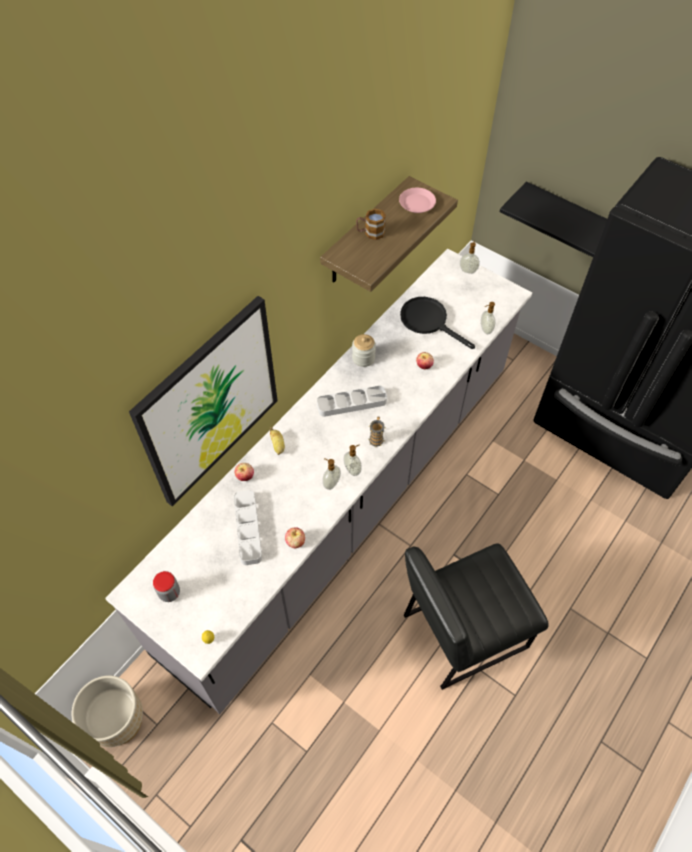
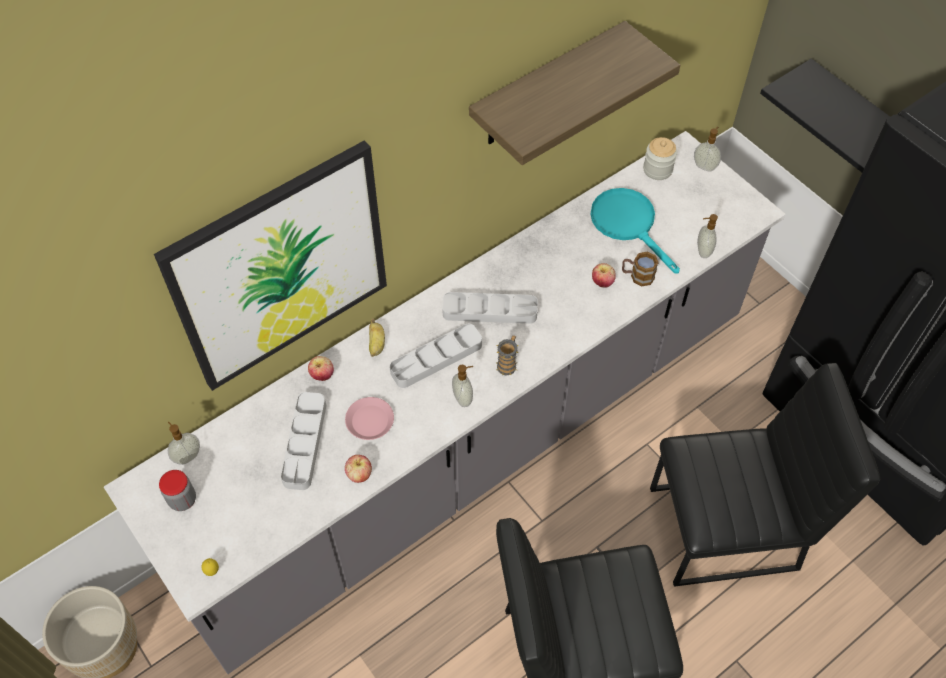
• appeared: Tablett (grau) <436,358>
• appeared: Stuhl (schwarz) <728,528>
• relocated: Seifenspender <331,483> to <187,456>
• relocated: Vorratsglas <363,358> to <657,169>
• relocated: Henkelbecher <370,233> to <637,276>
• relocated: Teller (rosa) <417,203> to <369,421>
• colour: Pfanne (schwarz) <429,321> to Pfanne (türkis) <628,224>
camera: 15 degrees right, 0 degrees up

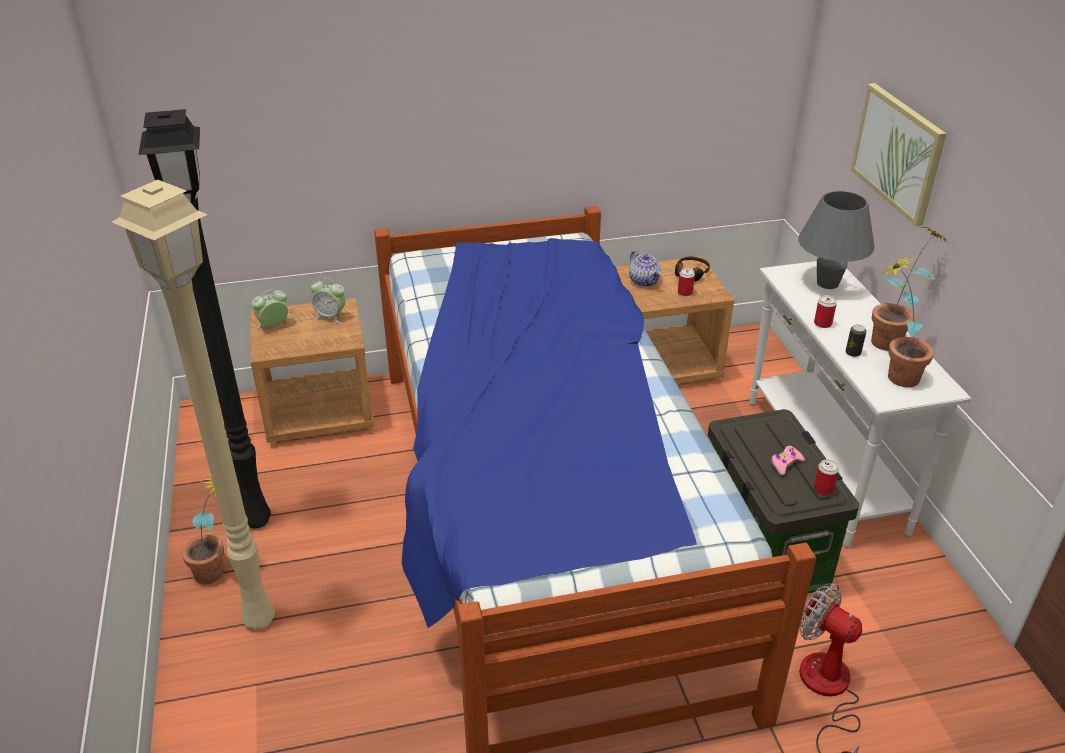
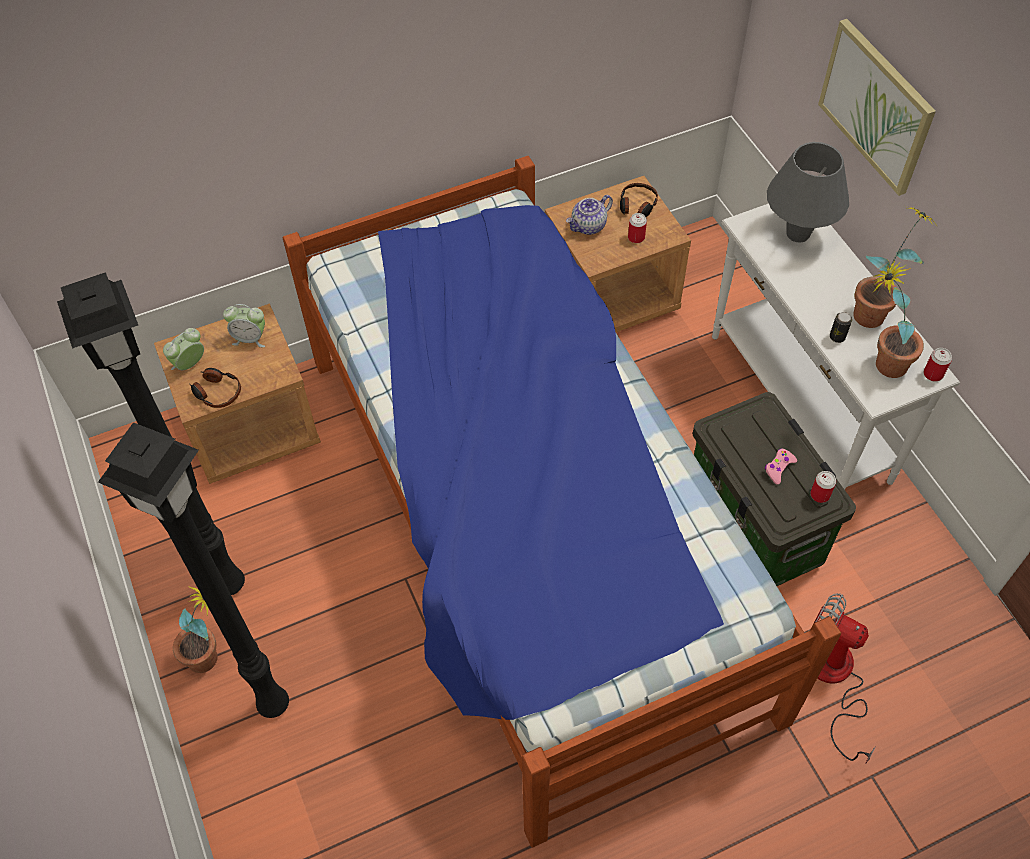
• appeared: Kopfhörer <217,392>
• relocated: Dose <822,324> to <933,374>
• colour: Stehlampe (beige) <256,620> to Stehlampe (schwarz) <271,705>
• spun: Teekanne <644,281> = <588,226> 90 degrees clockwise
camera: 10 degrees left, 20 degrees up

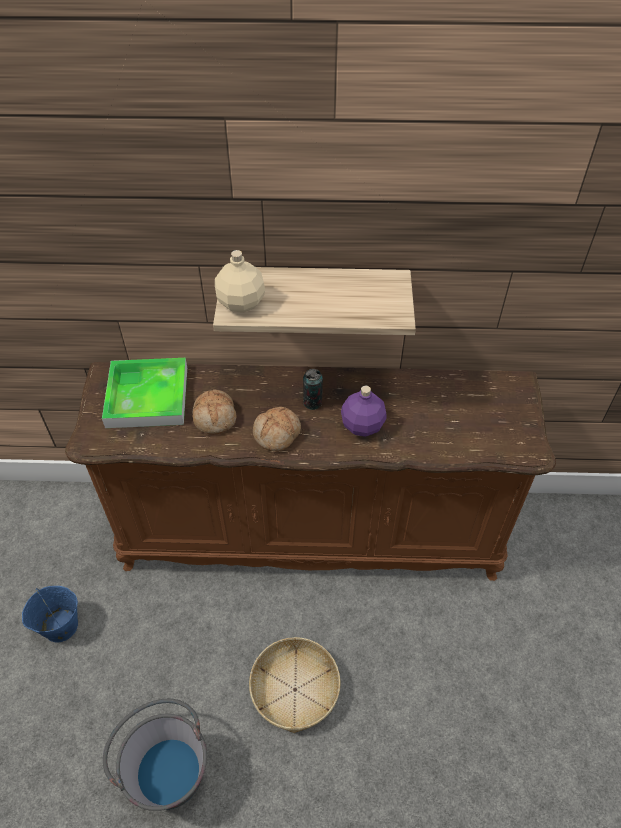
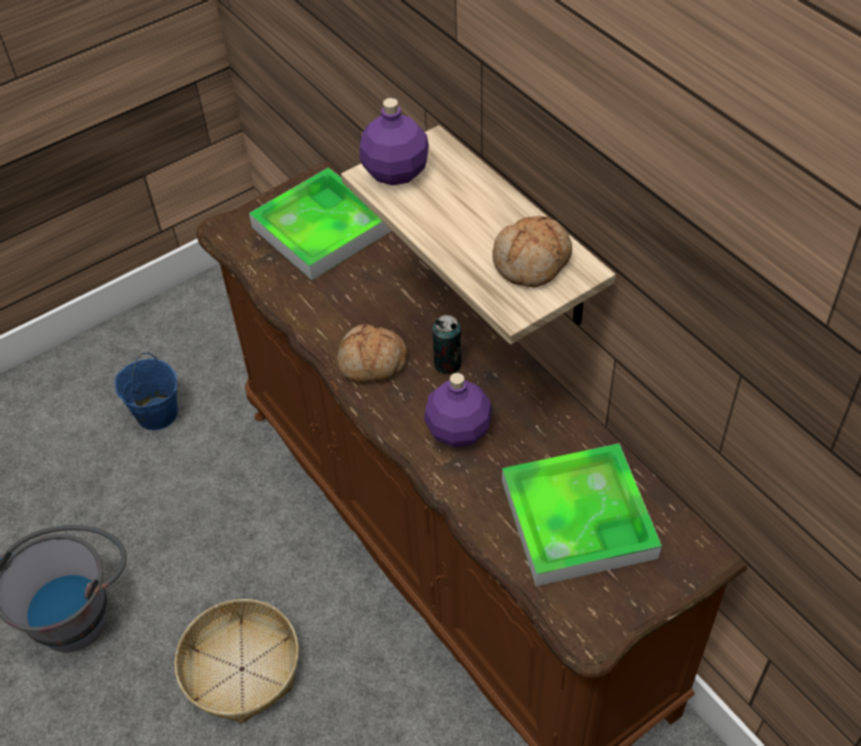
• appeared: Tablett <578,519>
• relocated: Brot <215,417> to <533,262>
• colour: Flasche (beige) <241,303> to Flasche (lila) <394,172>
camera: 55 degrees right, 0 degrees up

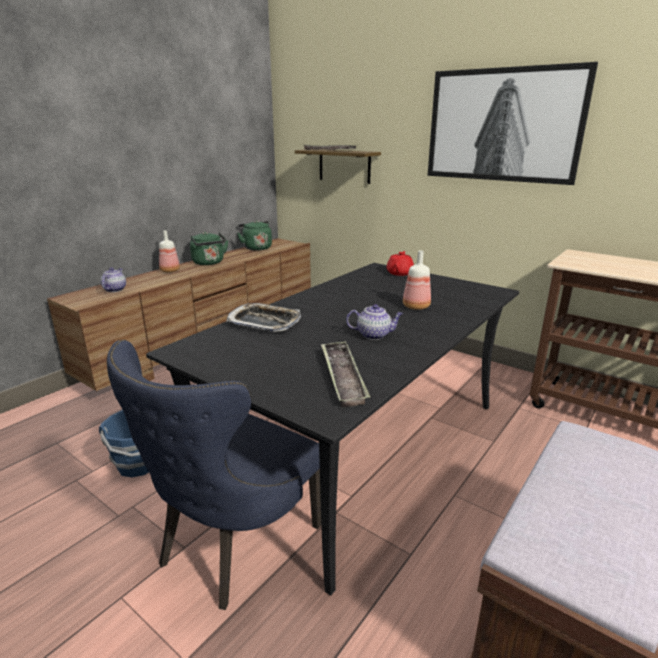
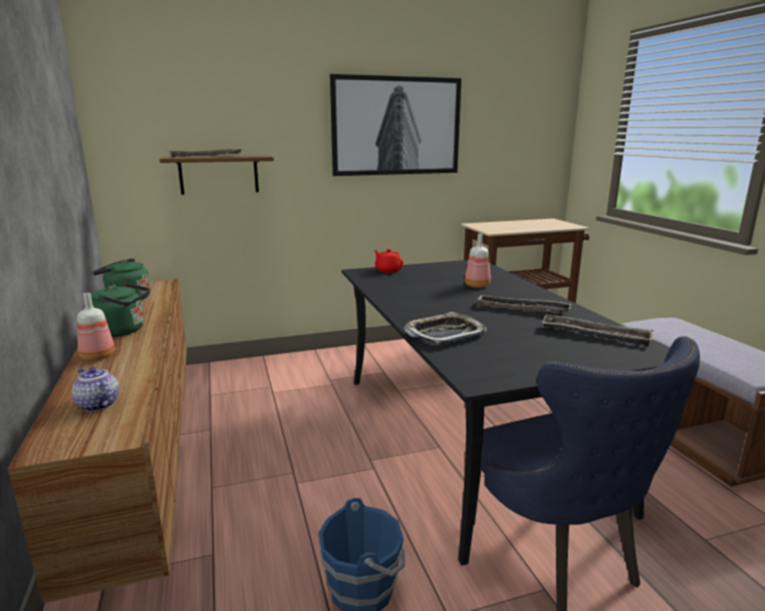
• exchanged: Teekanne <374,335> to Tablett <522,309>
camera: 55 degrees left, 5 degrees down

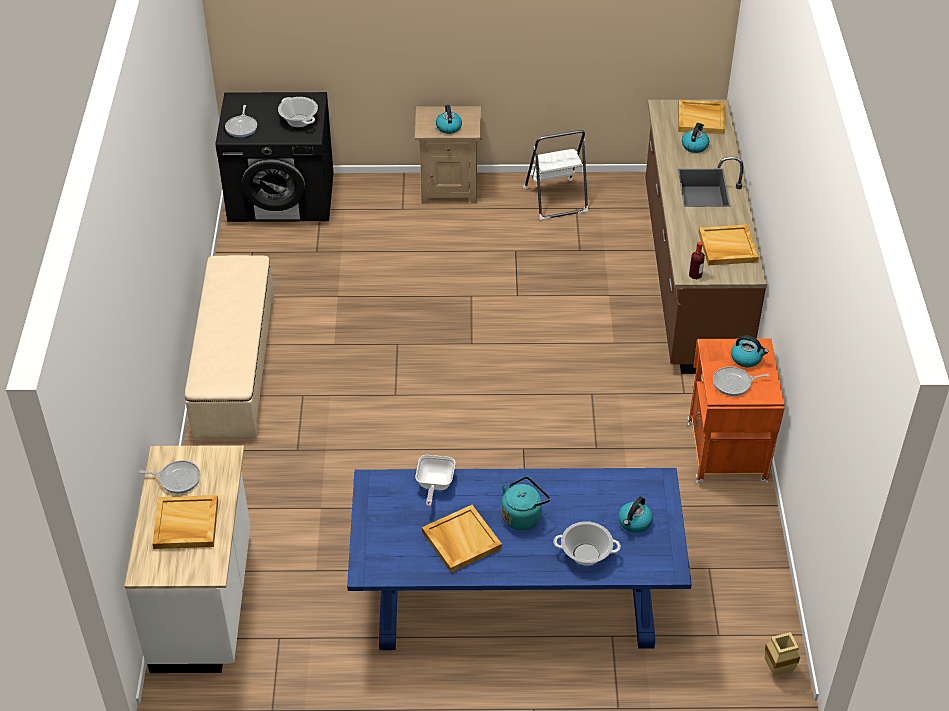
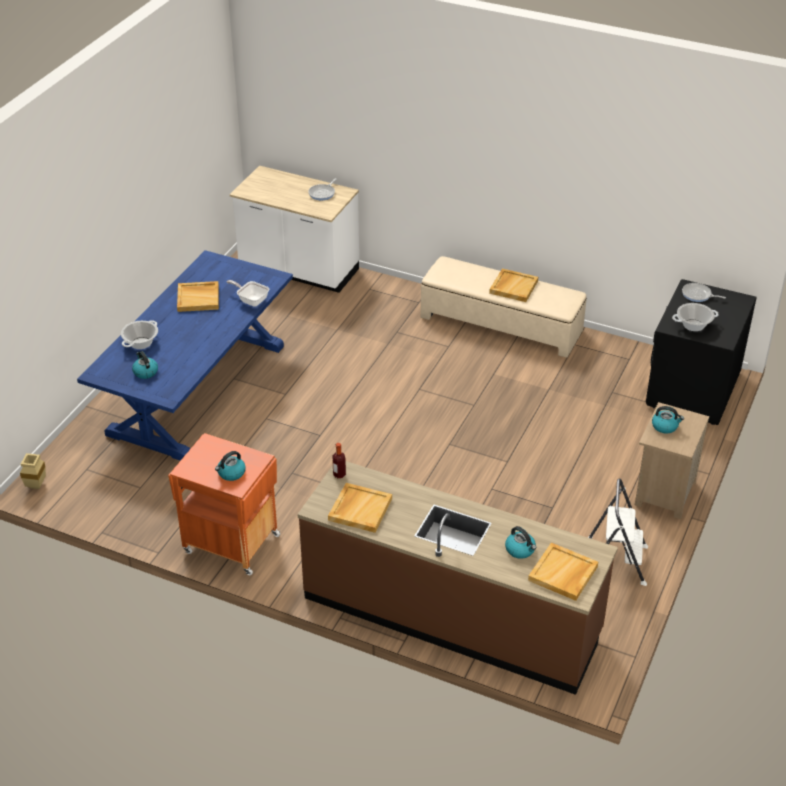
• missing: Wasserkessel (türkis) <523,516>
• missing: Pfanne <734,383>
• relocated: Tablett (beige) <185,524> to <513,287>
camera: 115 degrees right, 5 degrees down

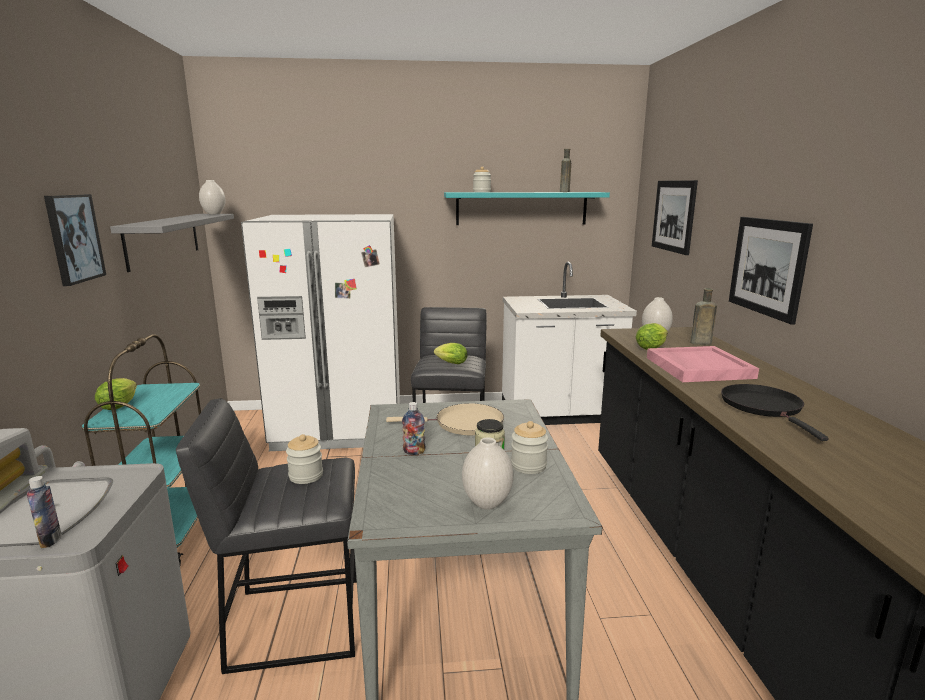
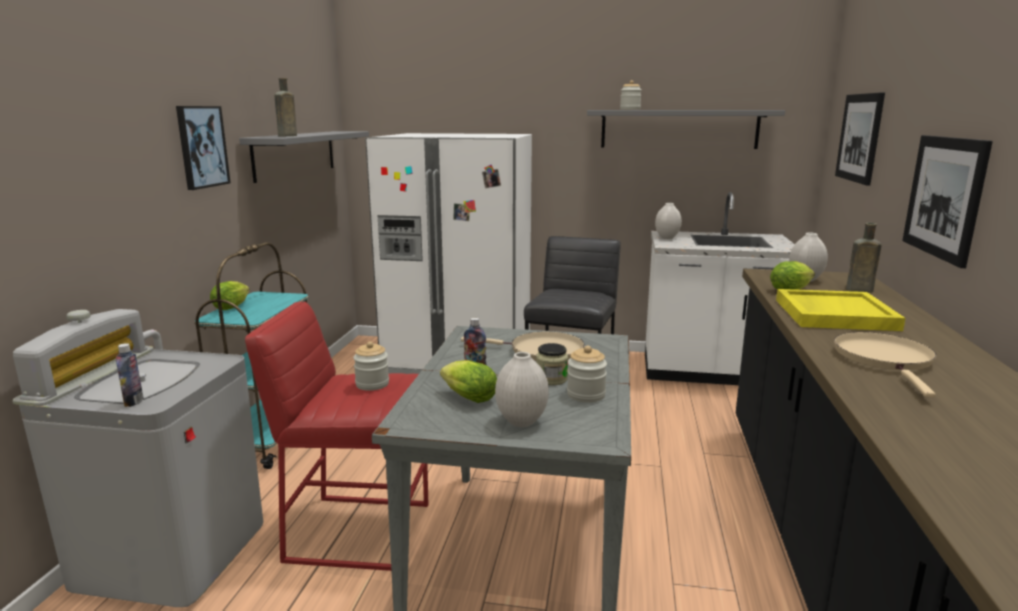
• relocated: Vase (weiß) <214,214> to <667,238>
• relocated: Salatkopf <449,363> to <466,398>
• relocated: Flasche (braun) <564,192> to <286,136>
• colour: Hocker (grau) <293,622> to Hocker (rot) <357,531>
• colour: Wandregal (türkis) <521,208> to Wandregal (grau) <679,129>
• colour: Tablett (rosa) <697,367> to Tablett (gelb) <833,314>
• colour: Pfanne (schwarz) <764,407> to Pfanne (beige) <885,360>
camera: 15 degrees right, 0 degrees up

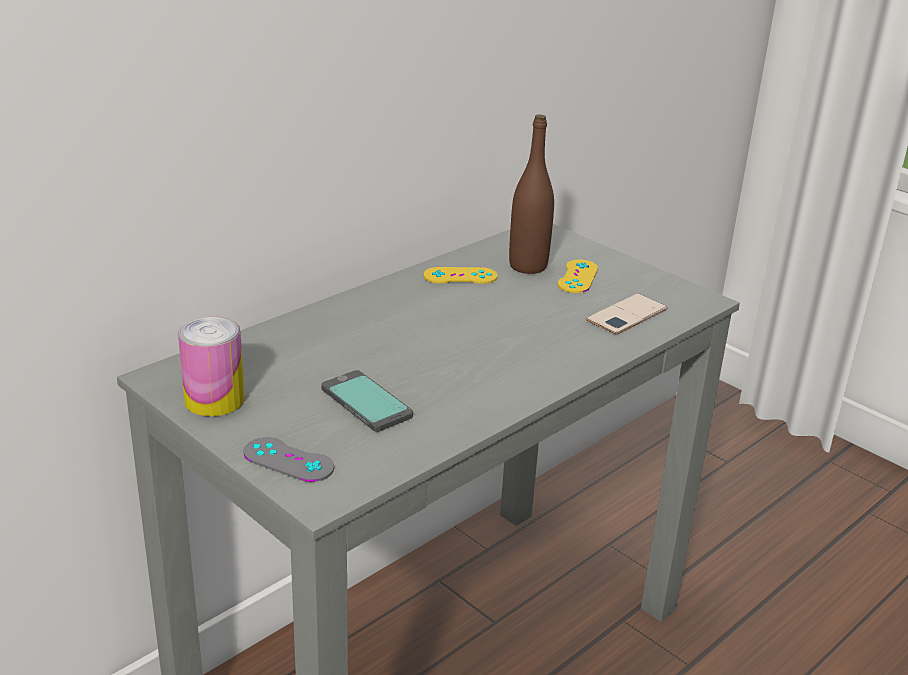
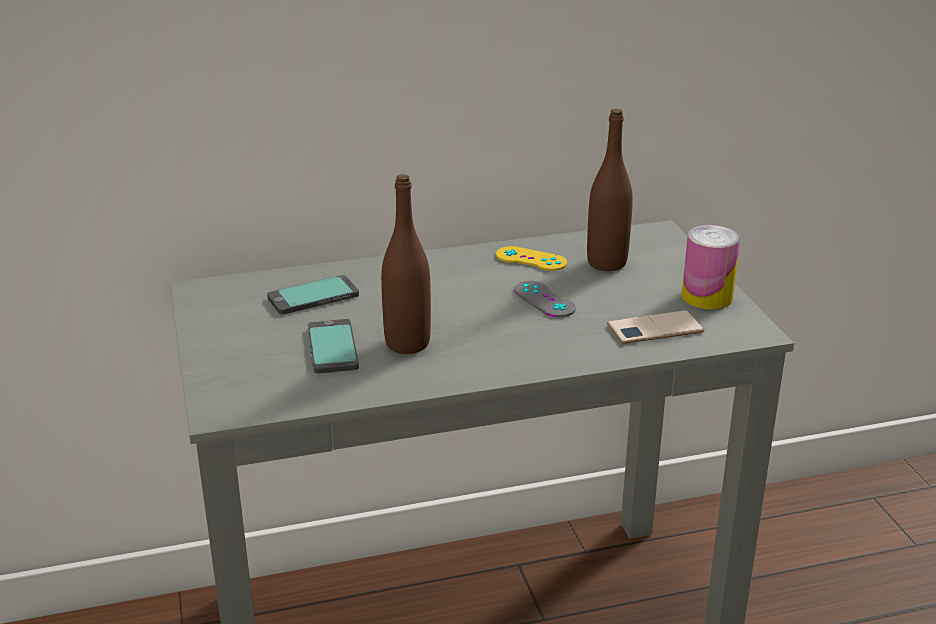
• missing: Gamepad (gelb) <577,277>
• appeared: Handy <313,297>
• appeared: Flasche (braun) <407,343>
• relocated: Dose <214,400> to <707,297>
• relocated: Gamepad (grau) <288,460> to <544,299>
camera: 30 degrees right, 0 degrees up

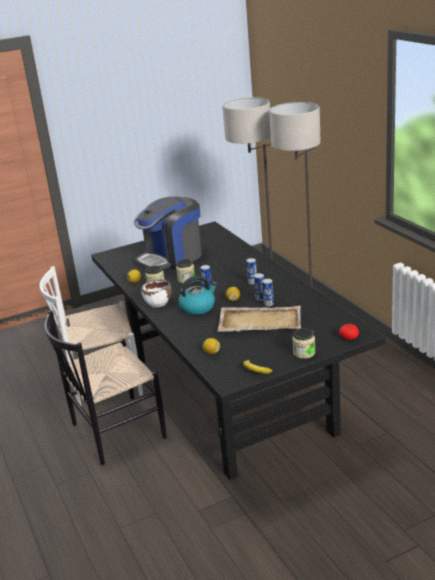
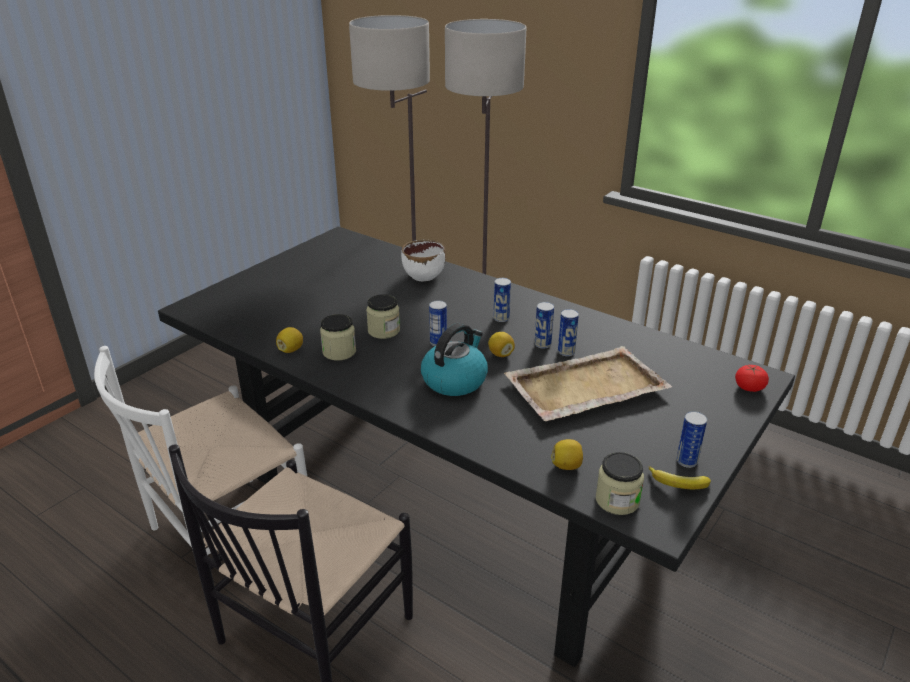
• missing: Kaffeemaschine <172,258>
• appeared: Dose <687,461>
• relocated: Schüssel (weiß) <158,303> to <424,276>
• relocated: Vorratsglas <304,353> to <617,500>
camera: 30 degrees left, 5 degrees up

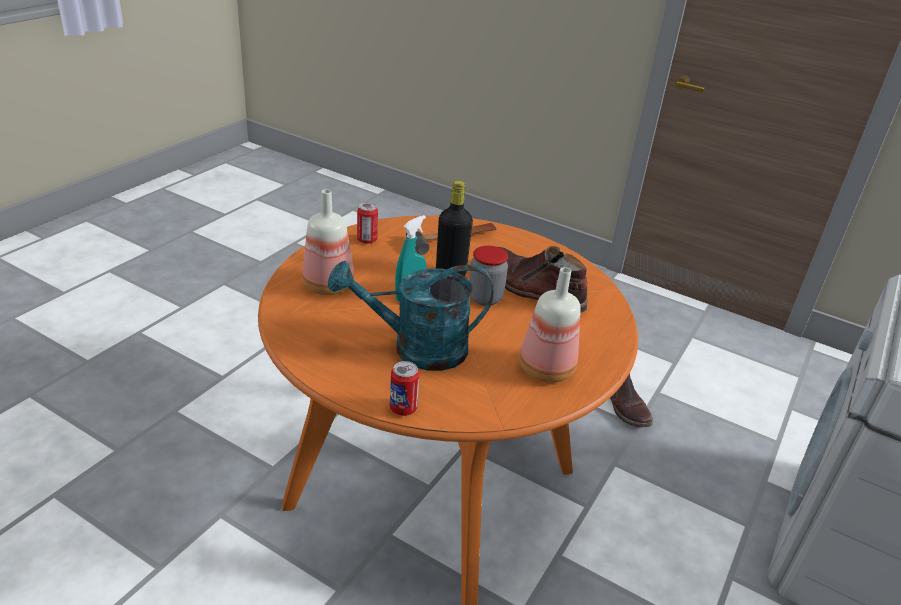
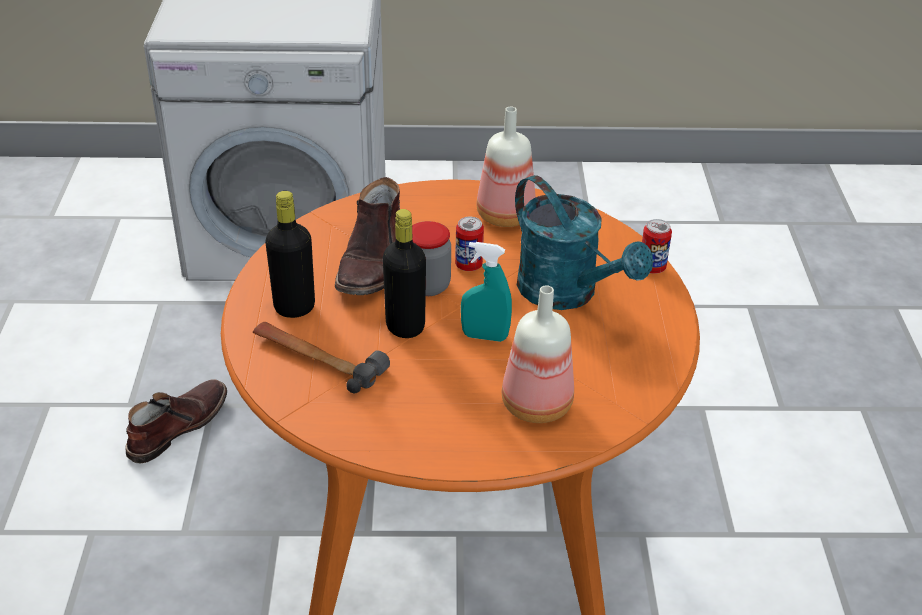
• appeared: Flasche (schwarz) <294,307>
• relocated: Dose <367,240> to <468,265>
camera: 120 degrees left, 5 degrees up

